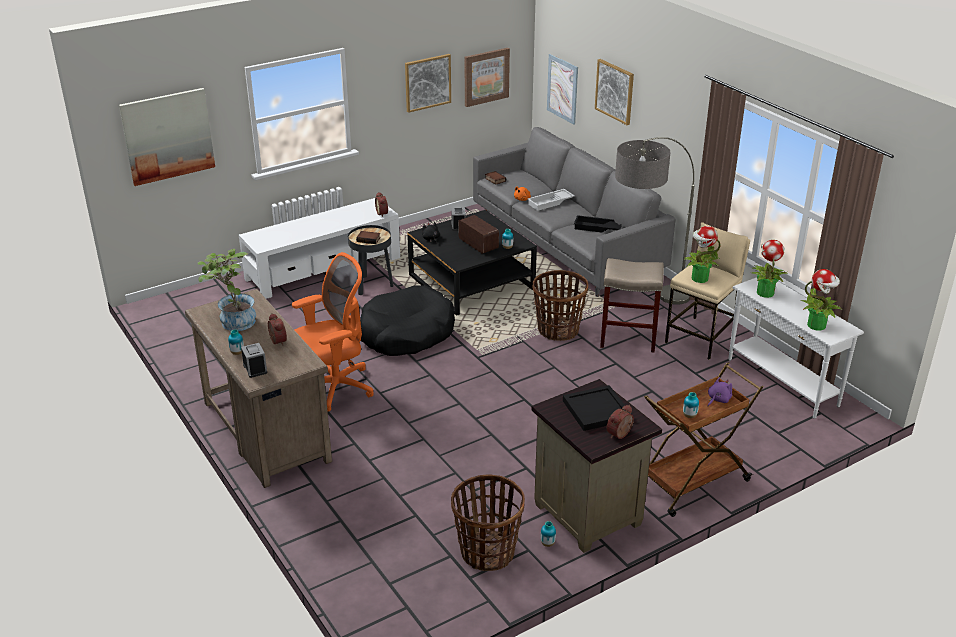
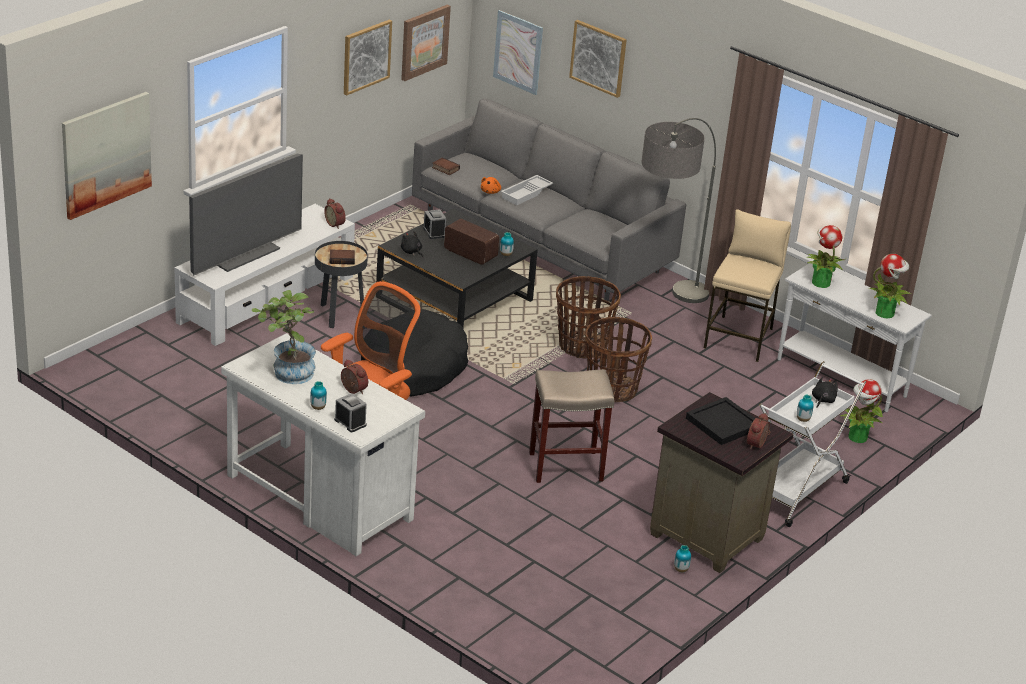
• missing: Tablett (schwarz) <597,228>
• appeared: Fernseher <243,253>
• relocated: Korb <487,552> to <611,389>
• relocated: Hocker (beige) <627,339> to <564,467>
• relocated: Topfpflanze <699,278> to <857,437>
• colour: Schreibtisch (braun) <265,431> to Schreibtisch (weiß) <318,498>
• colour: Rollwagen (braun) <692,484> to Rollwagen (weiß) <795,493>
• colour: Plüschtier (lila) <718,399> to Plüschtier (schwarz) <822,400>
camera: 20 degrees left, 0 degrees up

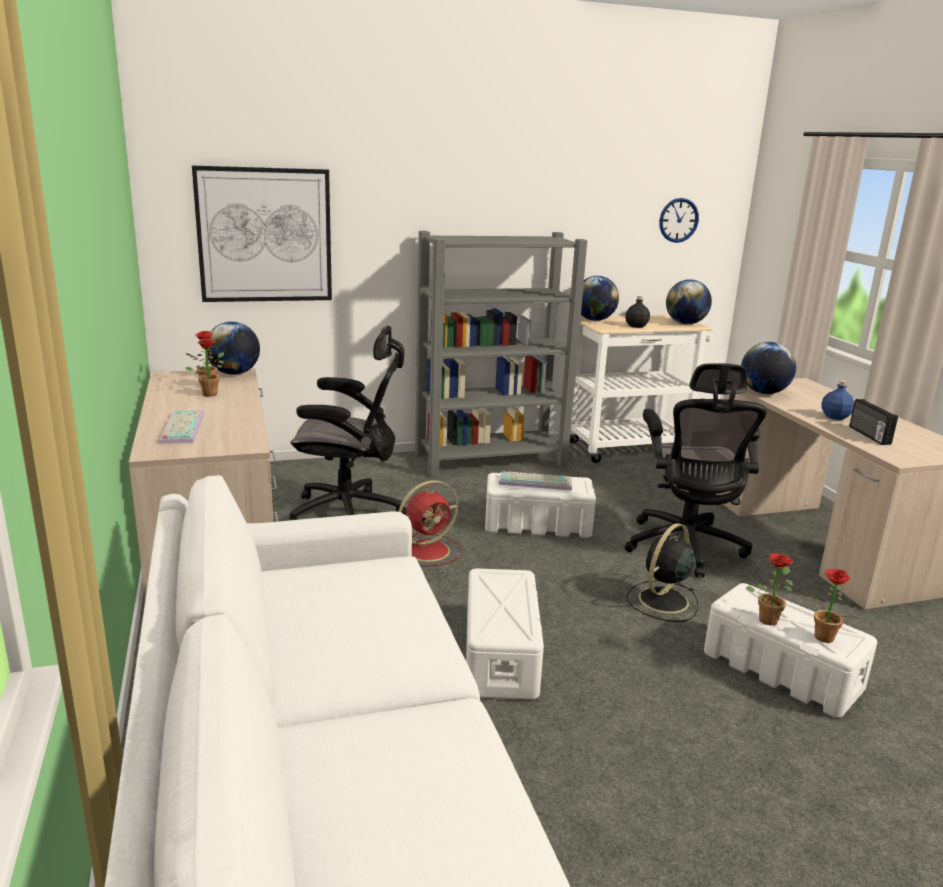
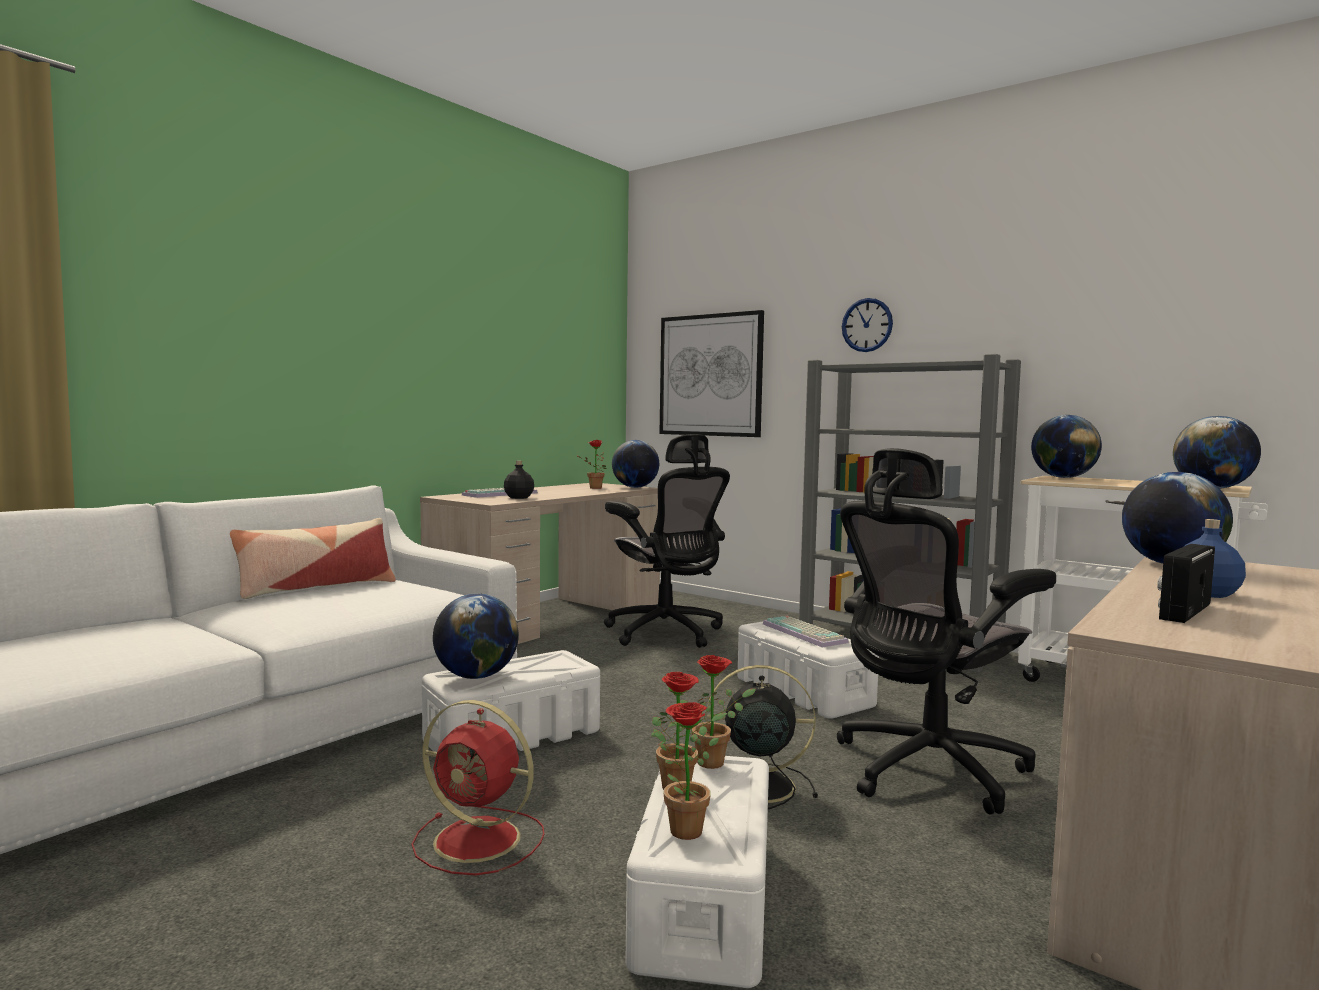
• appeared: Kissen <316,587>
• appeared: Globus <476,676>
• relocated: Topfpflanze <211,393> to <715,761>
• relocated: Ventilator (rot) <429,550> to <481,841>
• relocated: Flasche (schwarz) <636,326> to <519,497>
• relocated: Wanduhr <678,220> to <867,325>
camera: 55 degrees right, 15 degrees down

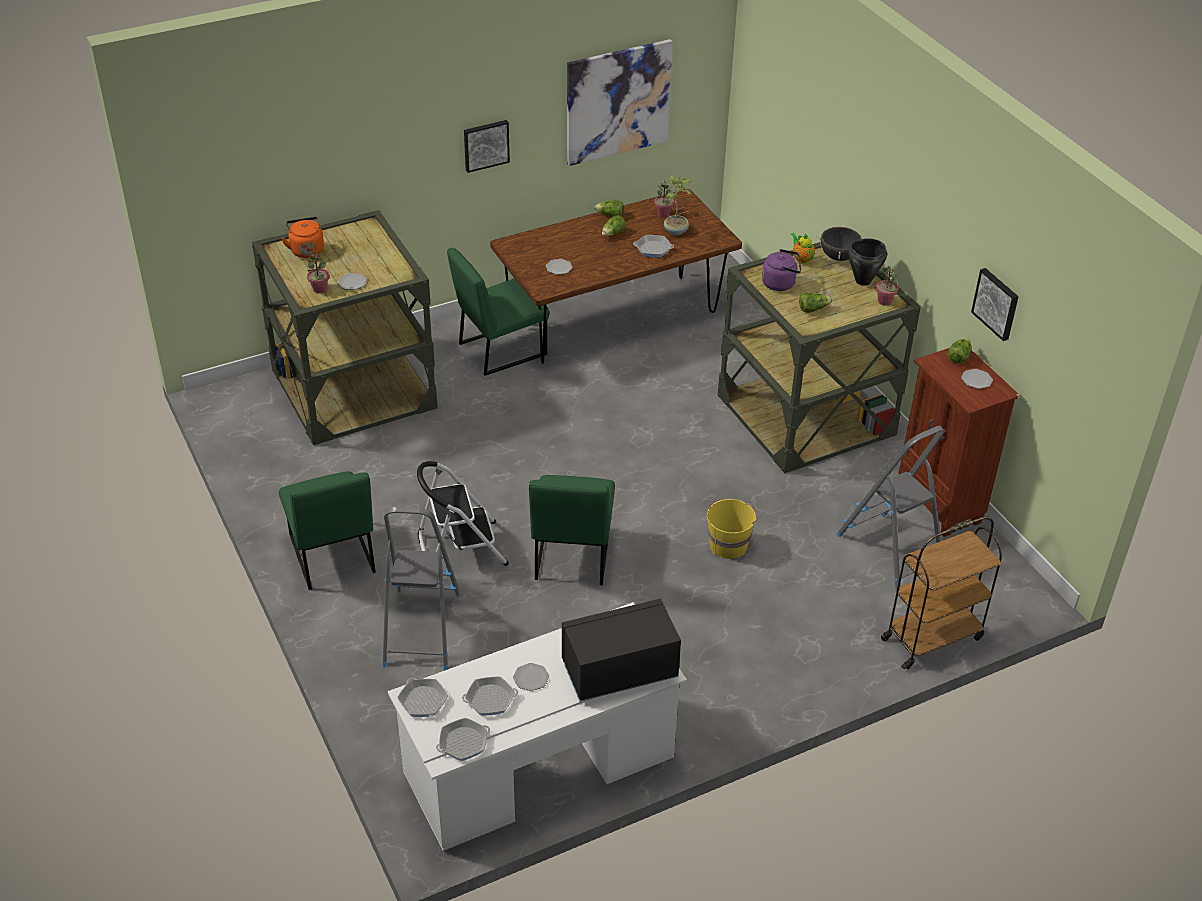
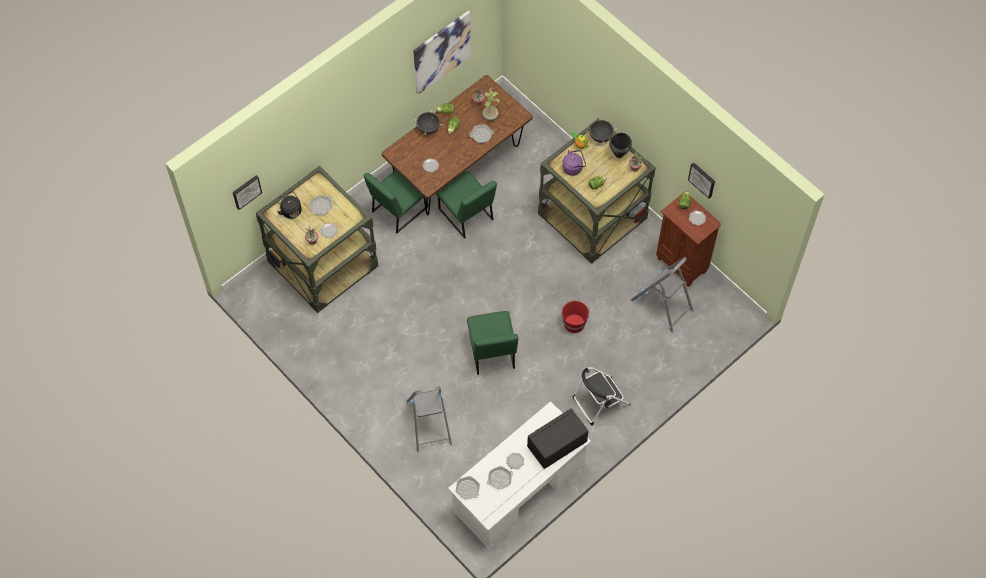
• missing: Rollwagen (braun) <933,639>
• appeared: Kochtopf (schwarz) <428,129>
• relocated: Stuhl (grün) <332,556> to <466,215>
• relocated: Trittleiter <459,550> to <599,401>
• relocated: Pfanne <463,743> to <321,206>
• relocated: Bild <485,145> to <246,191>
• colour: Wasserkessel (orange) <306,249> to Wasserkessel (schwarz) <290,210>
• colour: Eimer (gelb) <728,544> to Eimer (rot) <574,323>
camera: 15 degrees left, 20 degrees up

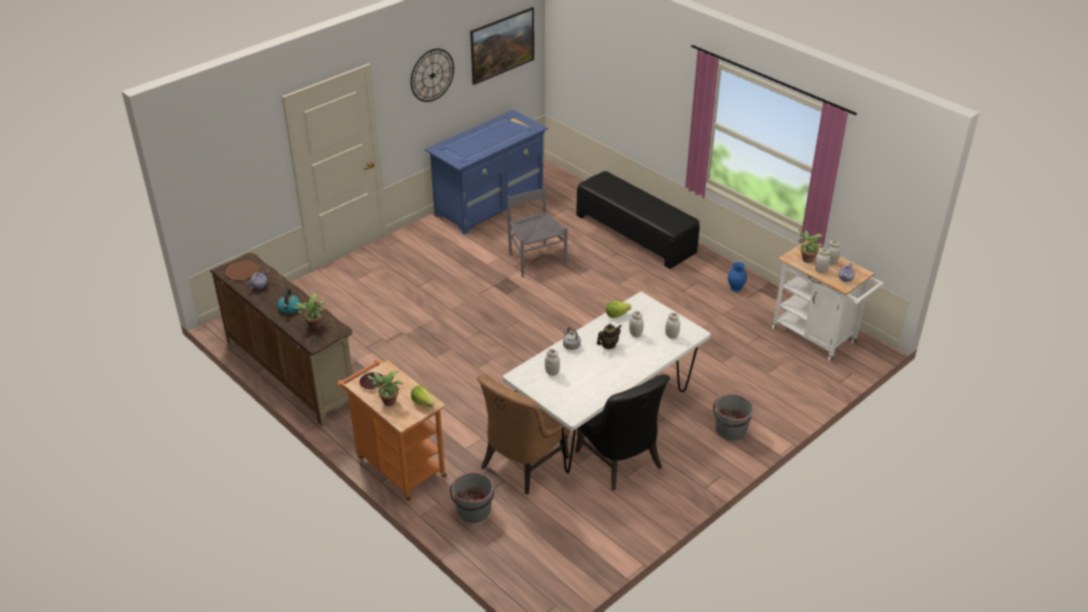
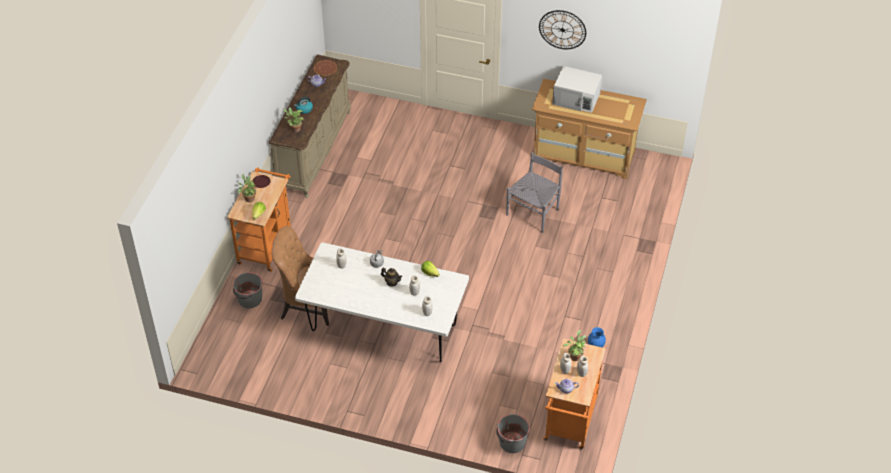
• missing: Bild <502,58>
• missing: Stuhl (schwarz) <620,460>
• missing: Bank (schwarz) <636,233>
• appeared: Mikrowelle (weiß) <576,98>
• relocated: Eimer (grau) <730,430> to <511,442>
• colour: Kommode (blau) <490,204> to Kommode (braun) <584,155>
• colour: Rollwagen (weiß) <818,338> to Rollwagen (orange) <570,423>
camera: 60 degrees right, 10 degrees up

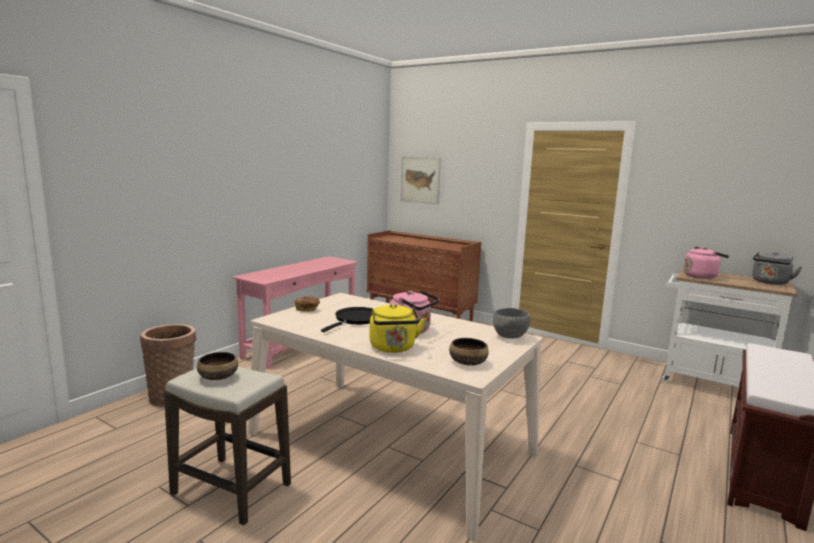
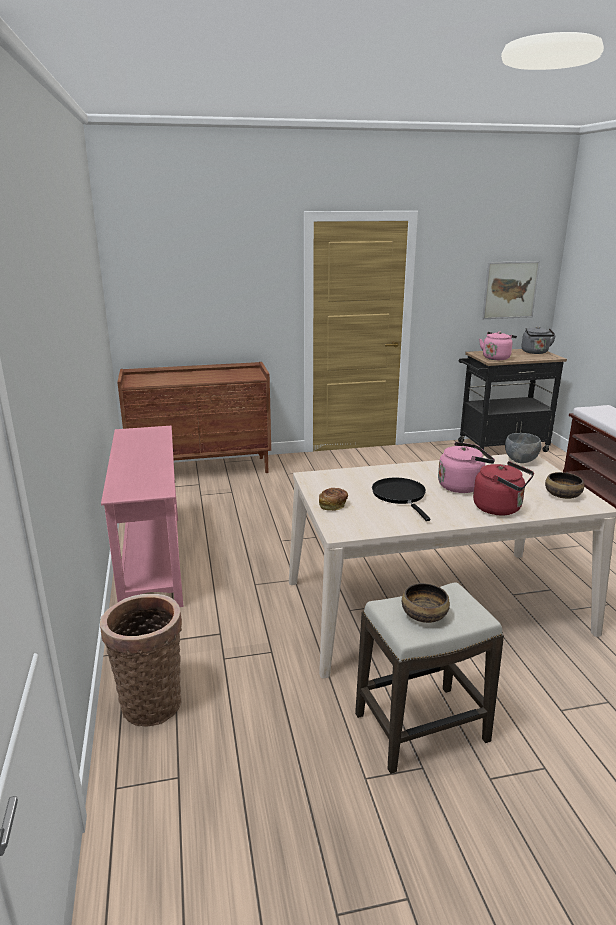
• relocated: Bild <420,180> to <510,290>
• colour: Wasserkessel (gelb) <393,348> to Wasserkessel (rot) <500,508>
• colour: Rollwagen (weiß) <710,384> to Rollwagen (schwarz) <500,447>
camera: 45 degrees left, 10 degrees up

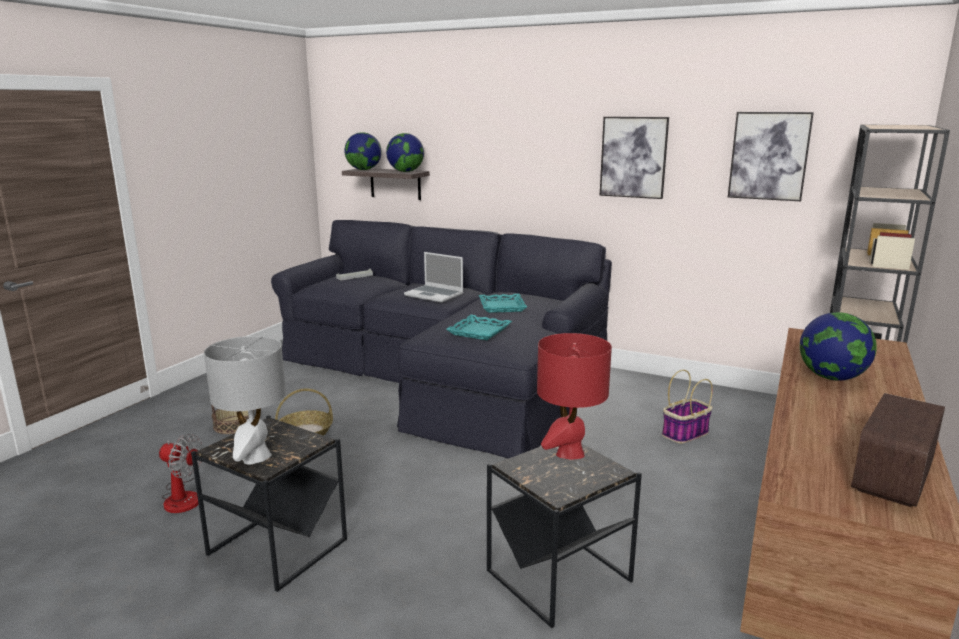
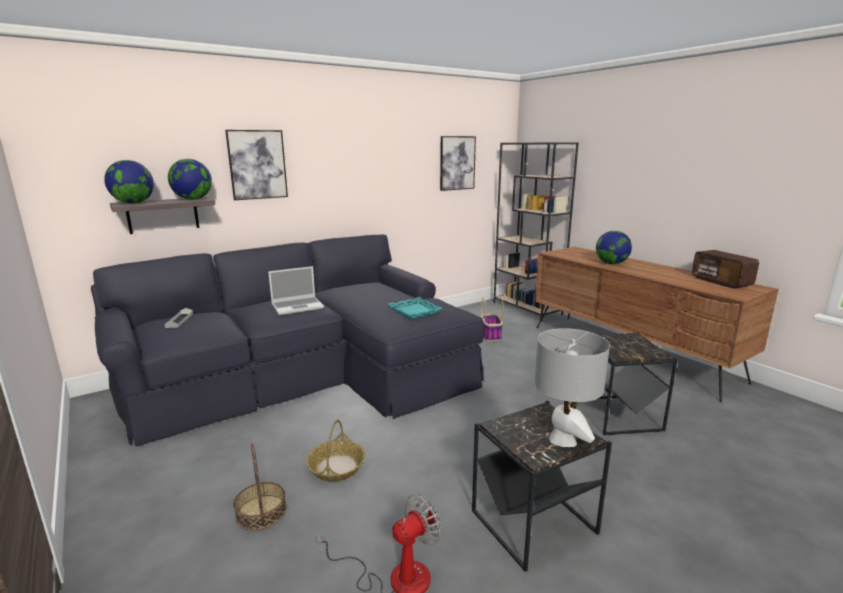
• missing: Tablett (türkis) <501,307>
• missing: Tischlampe (rot) <569,453>
• relocated: Bild <633,157> to <257,164>
camera: 60 degrees left, 0 degrees up

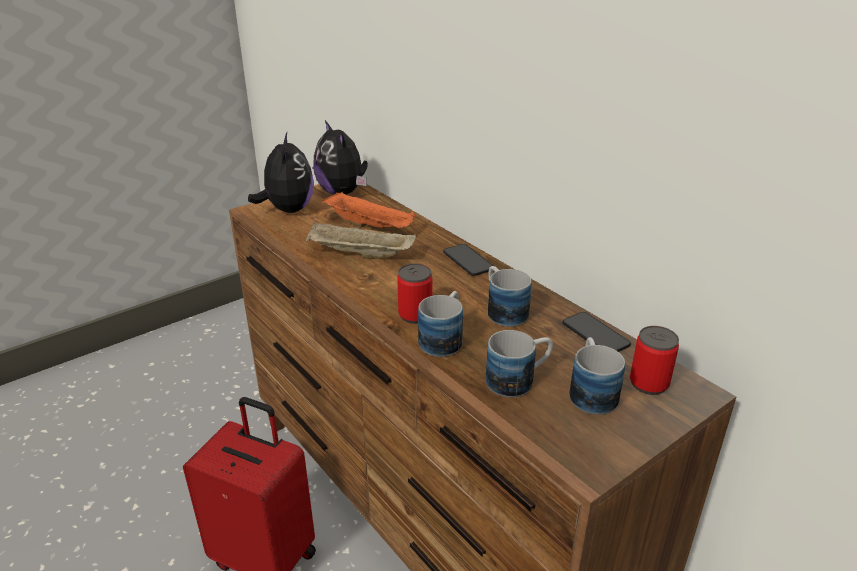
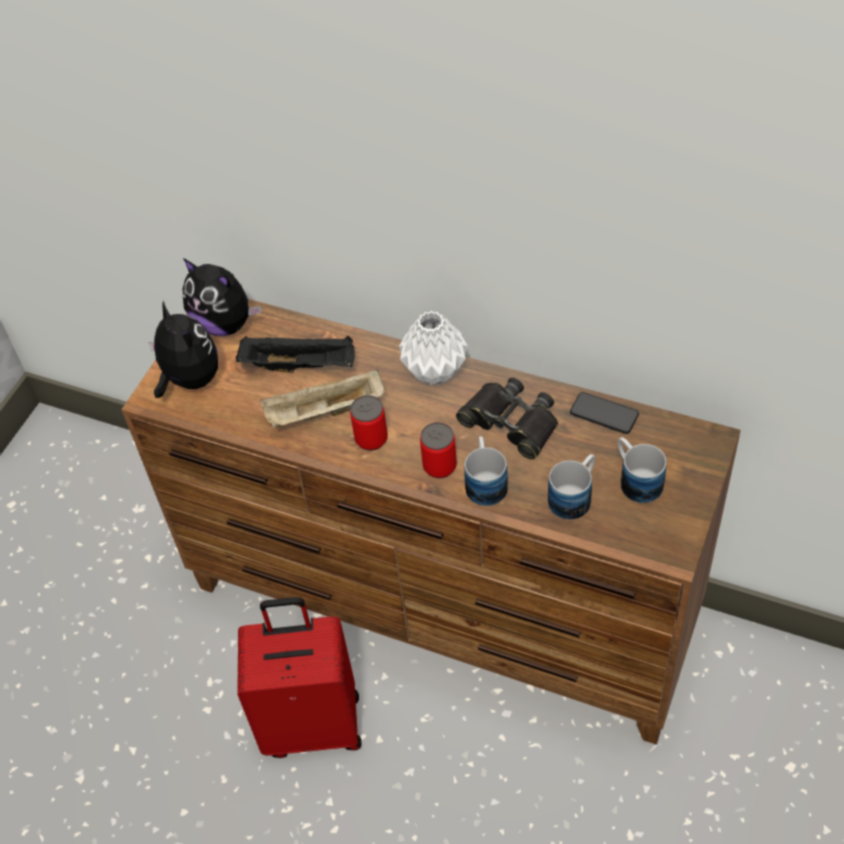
• relocated: Dose <648,383> to <371,438>
• exchanged: Handy <468,261> to Vase (weiß) <435,371>
• exchanged: Henkelbecher <503,310> to Fernglas (schwarz) <511,422>
• colour: Tablett (orange) <370,226> to Tablett (schwarz) <301,365>
camera: 25 degrees left, 20 degrees up

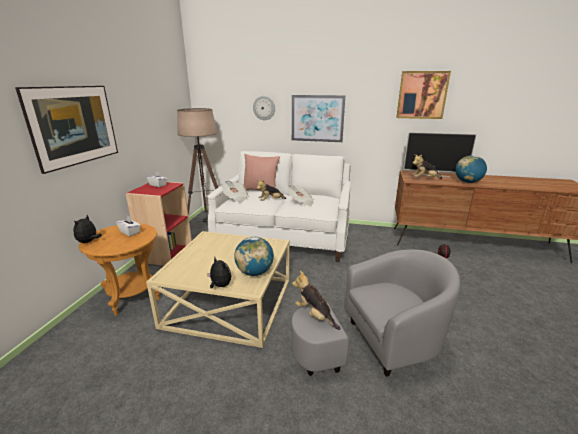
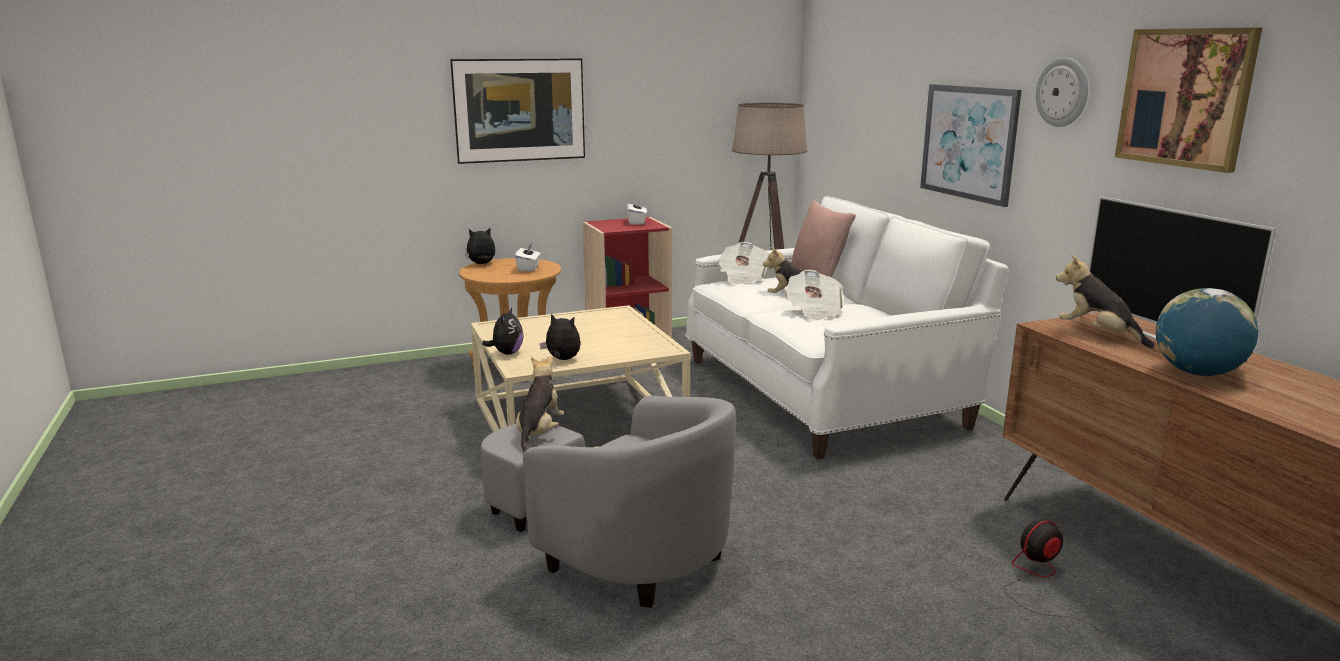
• relocated: Wanduhr <264,108> to <1063,92>
• exchanged: Globus <255,272> to Plüschtier <562,360>
camera: 55 degrees right, 5 degrees down

